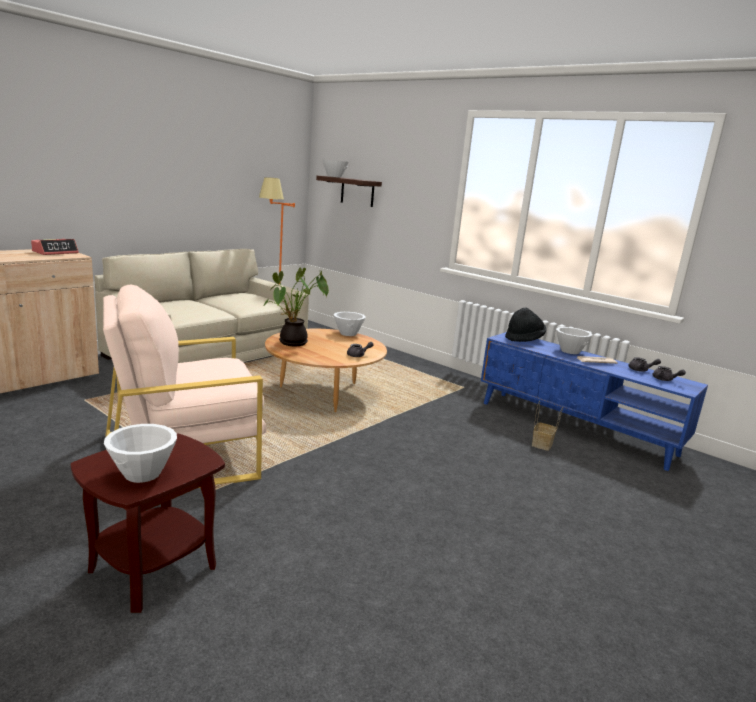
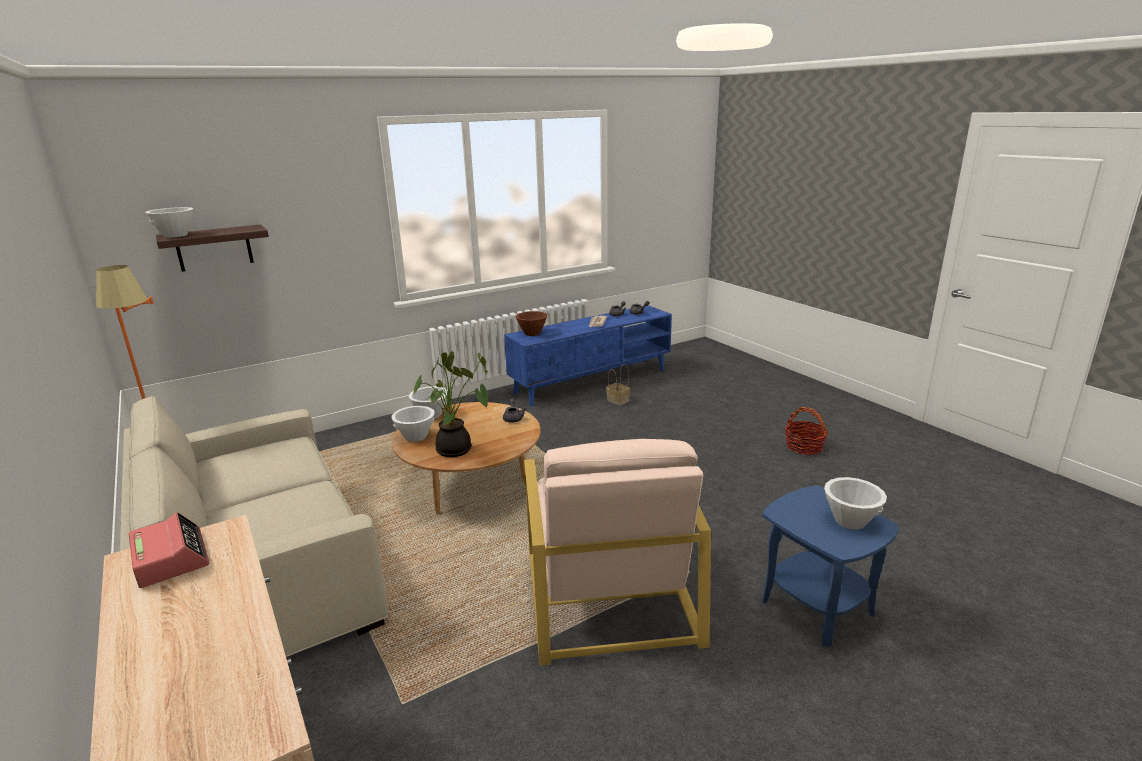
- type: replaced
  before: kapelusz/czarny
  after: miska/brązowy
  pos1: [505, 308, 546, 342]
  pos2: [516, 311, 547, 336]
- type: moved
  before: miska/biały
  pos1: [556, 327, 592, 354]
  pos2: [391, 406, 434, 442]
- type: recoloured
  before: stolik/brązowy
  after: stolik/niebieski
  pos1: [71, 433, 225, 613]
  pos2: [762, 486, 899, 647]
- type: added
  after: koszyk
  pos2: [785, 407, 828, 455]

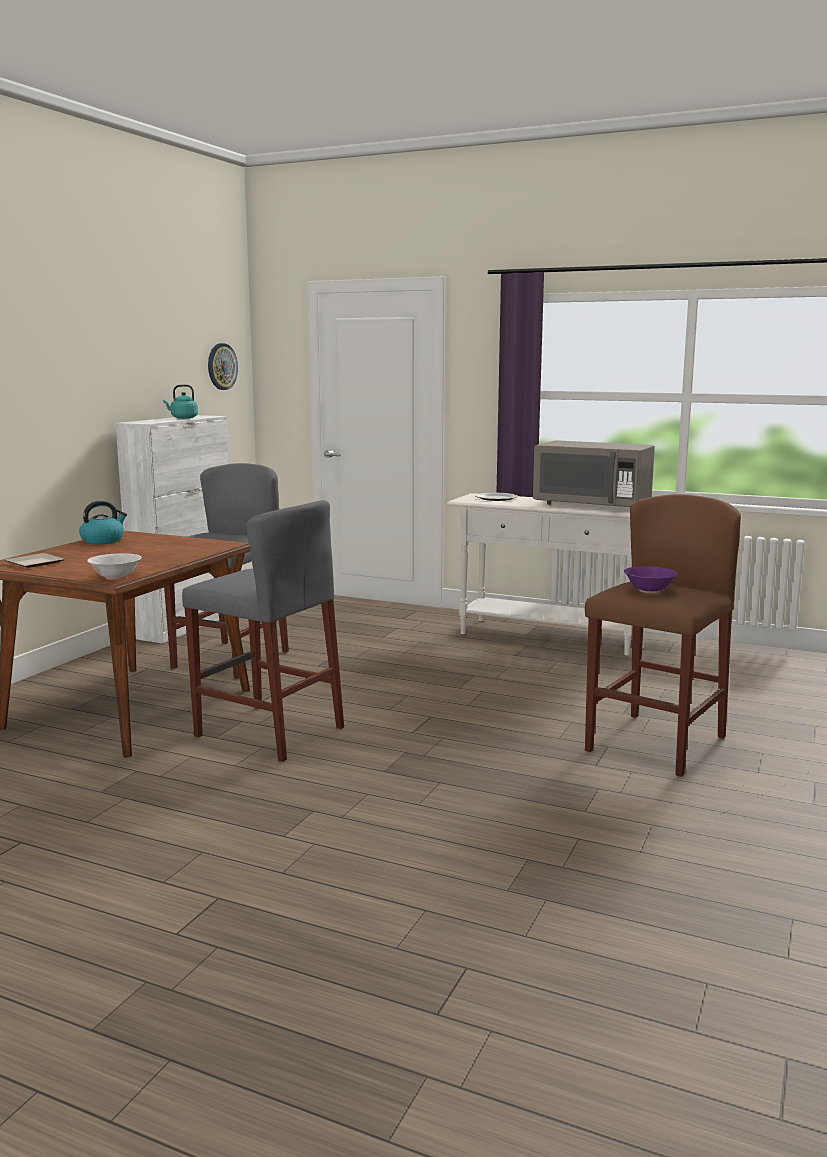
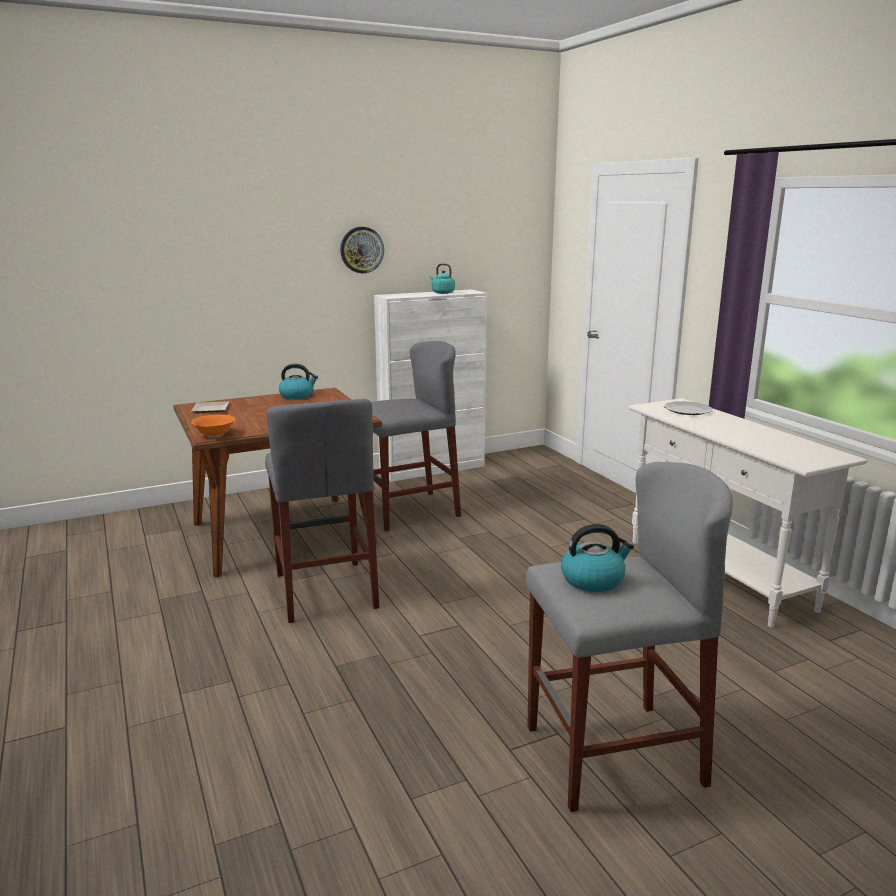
- type: moved
  before: zegar ścienny
  pos1: [208, 343, 238, 390]
  pos2: [340, 227, 384, 273]
- type: removed
  before: mikrofalówka/szary
  pos1: [533, 440, 655, 507]
- type: recoloured
  before: stołek/brązowy
  after: stołek/szary
  pos1: [585, 494, 741, 777]
  pos2: [526, 462, 733, 812]
- type: recoloured
  before: miska/biały
  after: miska/pomarańczowy
  pos1: [87, 553, 142, 580]
  pos2: [191, 414, 235, 438]
- type: replaced
  before: miska/fioletowy
  after: czajnik
  pos1: [624, 566, 678, 593]
  pos2: [561, 524, 634, 592]

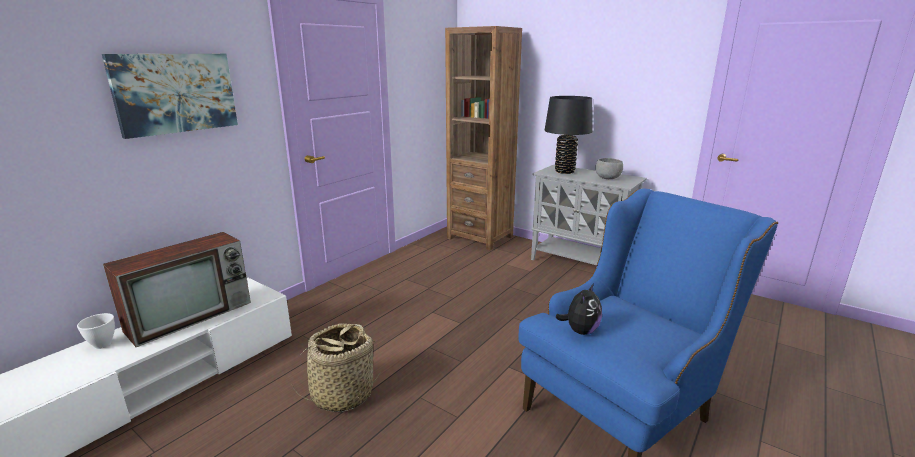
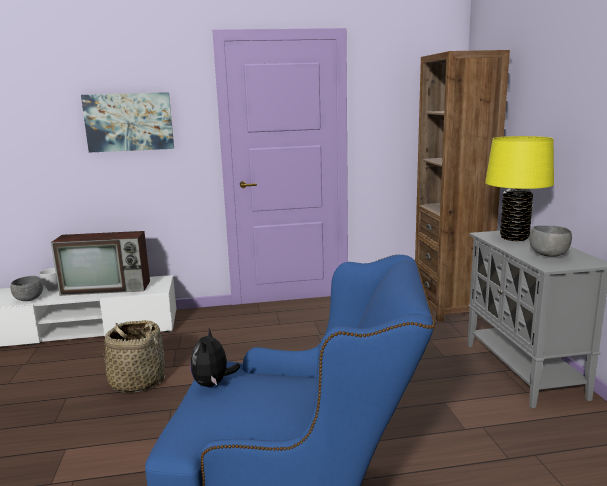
- type: recoloured
  before: lampa stołowa/czarny
  after: lampa stołowa/żółty
  pos1: [545, 96, 592, 174]
  pos2: [485, 136, 554, 241]
- type: turned
  before: pluszak
  pos1: [555, 283, 602, 335]
  pos2: [190, 328, 240, 387]
  turn: 105
- type: added
  after: miska/szary
  pos2: [10, 276, 43, 301]

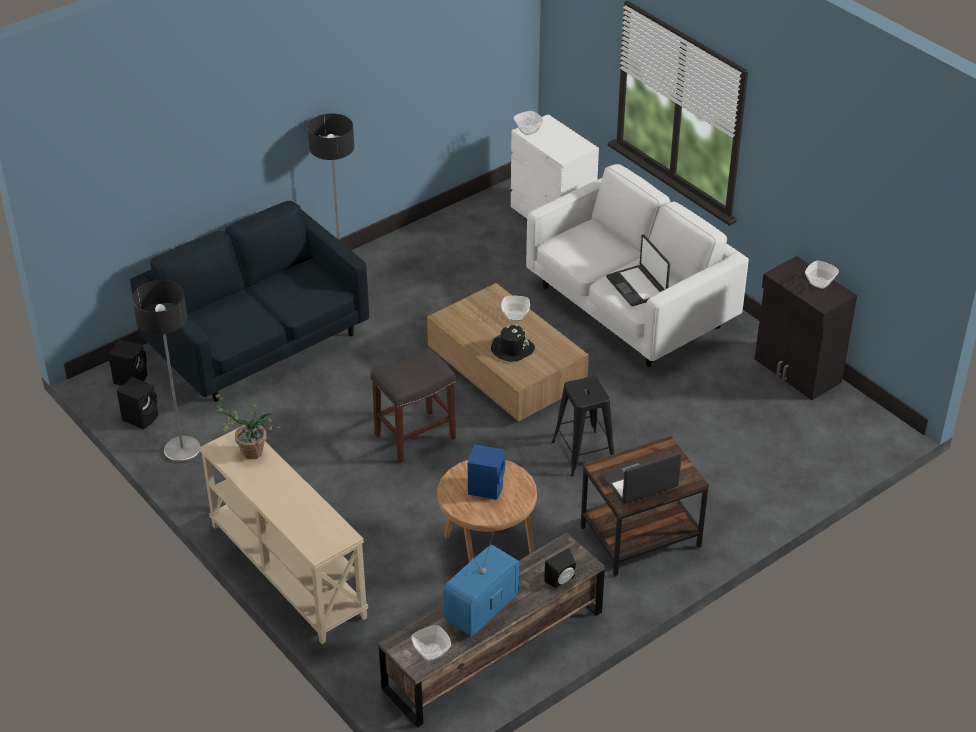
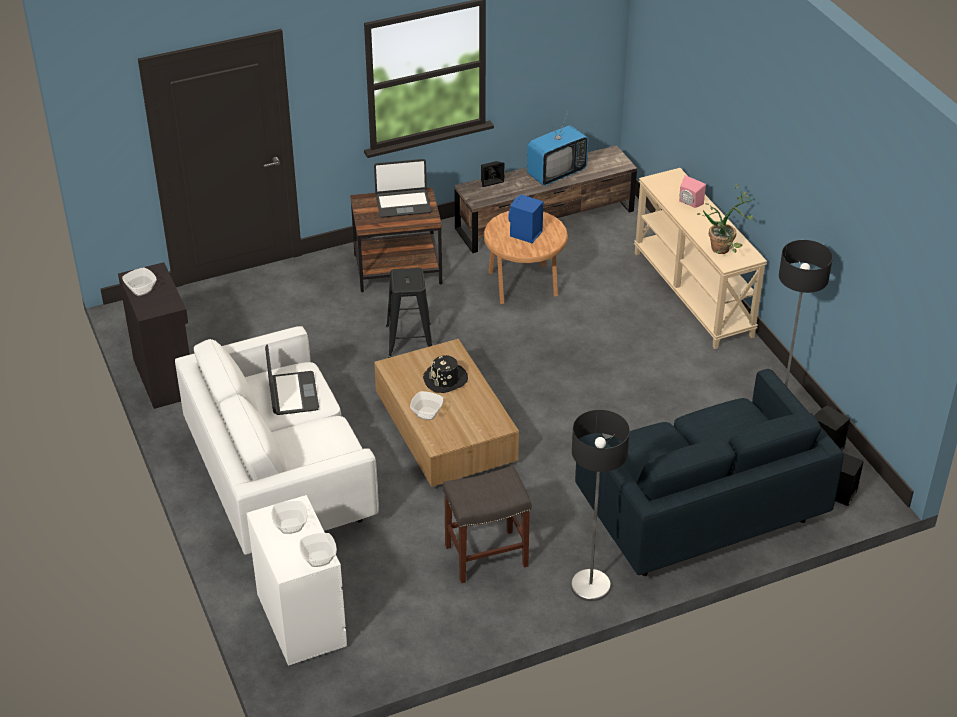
- type: moved
  before: stołek/szary
  pos1: [370, 348, 456, 463]
  pos2: [443, 466, 531, 583]
- type: moved
  before: miska
  pos1: [411, 625, 451, 661]
  pos2: [272, 501, 307, 534]
- type: added
  after: głośnik/różowy
  pos2: [679, 175, 706, 208]

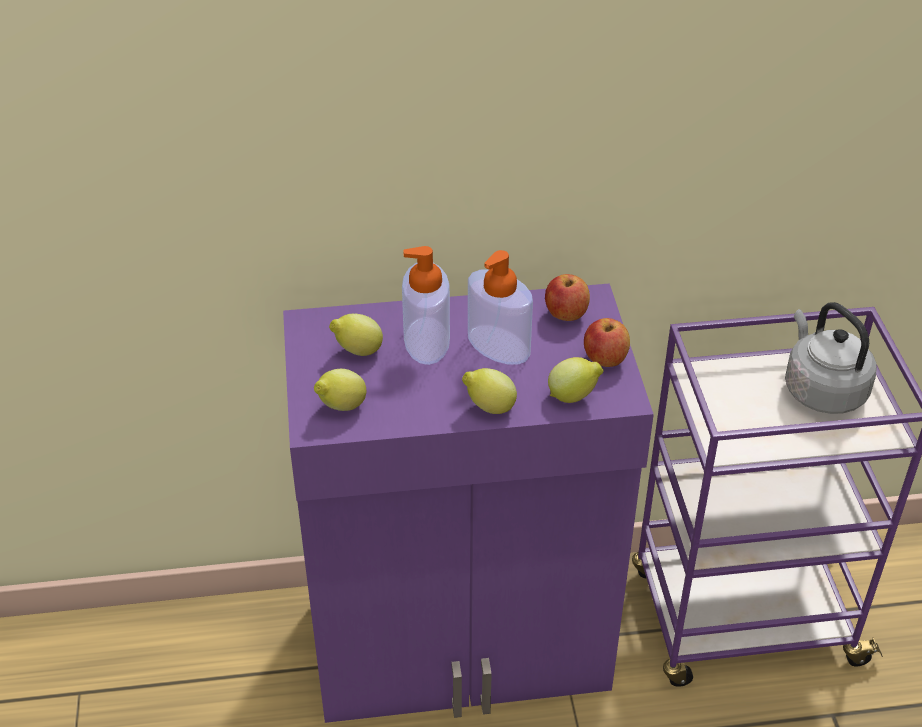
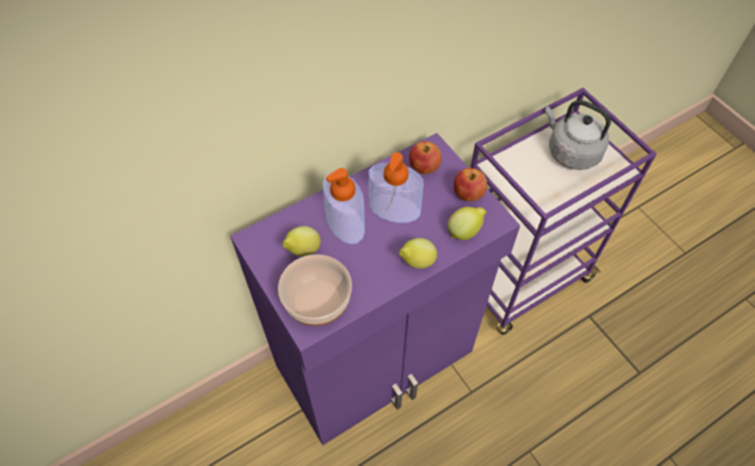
- type: replaced
  before: cytryna
  after: miska
  pos1: [314, 369, 366, 411]
  pos2: [278, 254, 352, 326]

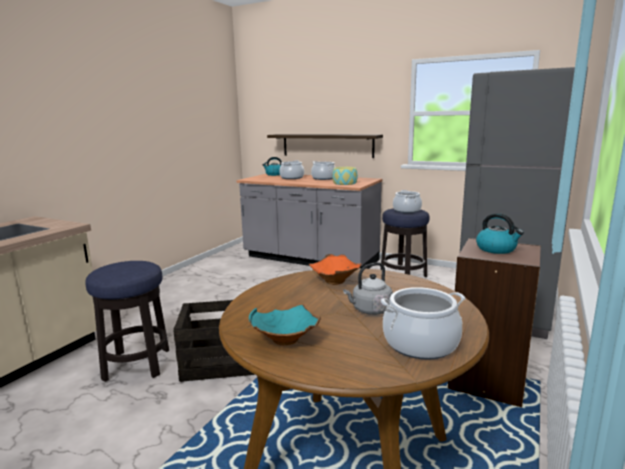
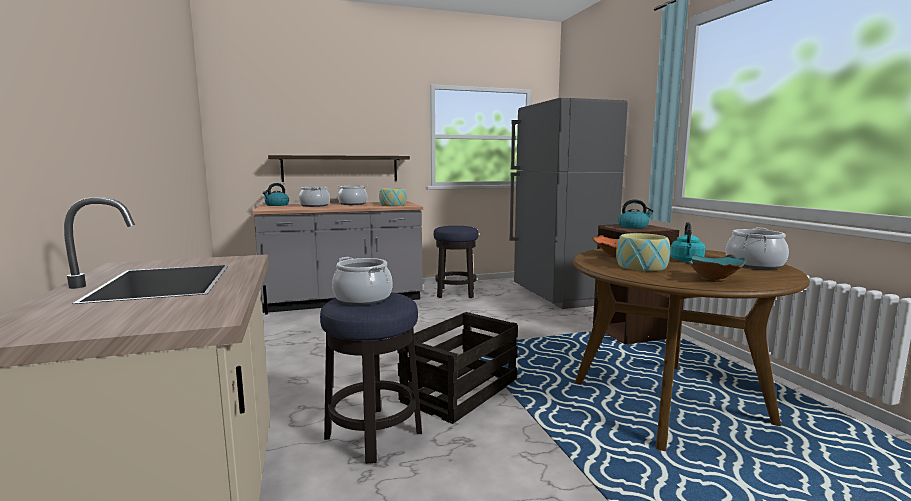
- type: moved
  before: garnek
  pos1: [393, 190, 422, 213]
  pos2: [332, 257, 392, 305]
- type: recoloured
  before: czajnik/szary
  after: czajnik/turkusowy
  pos1: [343, 262, 393, 315]
  pos2: [670, 222, 705, 262]
- type: added
  after: miska
  pos2: [616, 233, 670, 271]

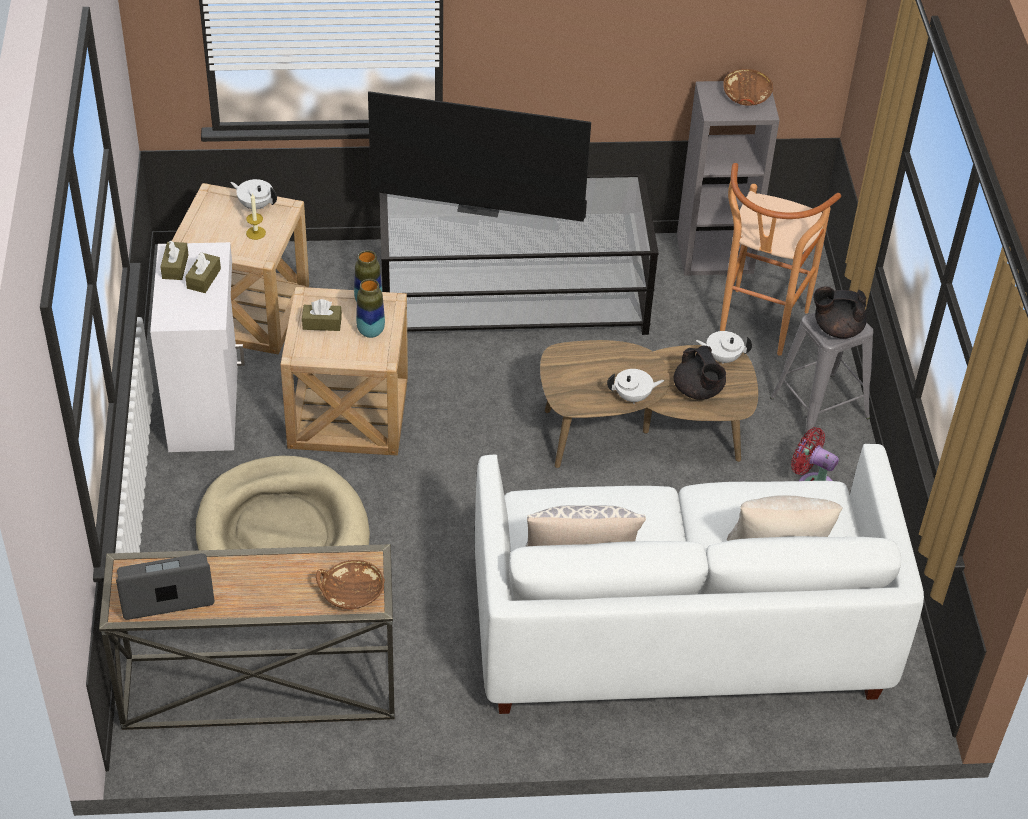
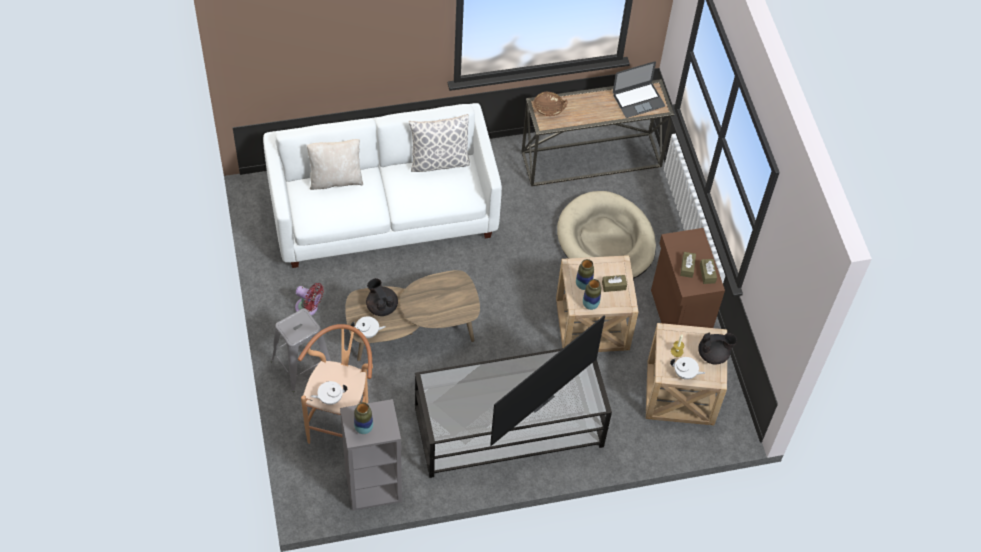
- type: replaced
  before: miska/brązowy
  after: wazon
  pos1: [723, 69, 773, 106]
  pos2: [354, 402, 373, 434]
- type: turned
  before: telewizor
  pos1: [368, 91, 591, 222]
  pos2: [490, 315, 605, 446]
  turn: 135
- type: recoloured
  before: szafka/biały
  after: szafka/brązowy
  pos1: [150, 242, 245, 452]
  pos2: [651, 228, 725, 328]
- type: moved
  before: imbryk/czarny
  pos1: [813, 287, 867, 339]
  pos2: [698, 333, 737, 365]
- type: moved
  before: imbryk/biały
  pos1: [607, 369, 664, 404]
  pos2: [311, 381, 347, 405]

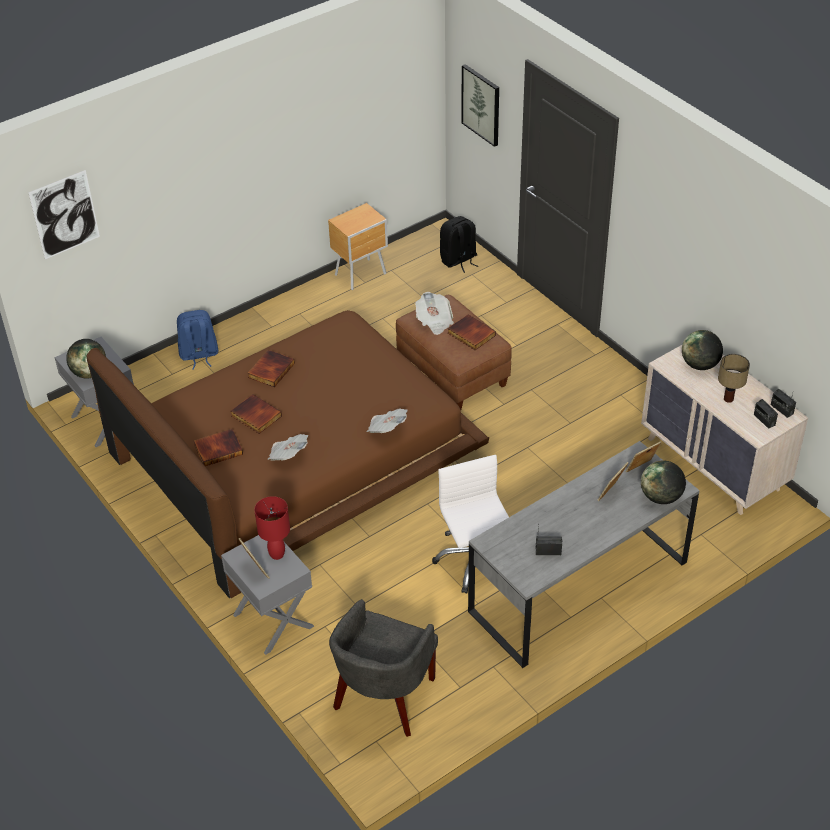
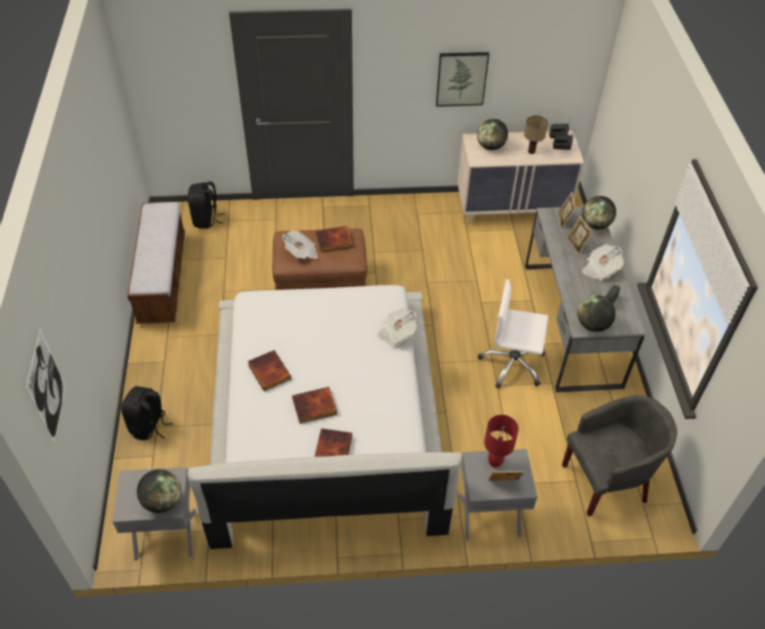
- type: moved
  before: obraz
  pos1: [461, 64, 499, 147]
  pos2: [436, 52, 489, 107]
- type: replaced
  before: szafka nocna/brązowy
  after: ławka
  pos1: [328, 203, 388, 290]
  pos2: [127, 202, 185, 324]
- type: recoloured
  before: łóżko/brązowy
  after: łóżko/biały
  pos1: [87, 310, 489, 599]
  pos2: [187, 285, 462, 549]
- type: recoloured
  before: plecak/niebieski
  after: plecak/czarny
  pos1: [177, 310, 218, 370]
  pos2: [121, 386, 173, 440]
- type: moved
  before: gazeta
  pos1: [267, 434, 308, 461]
  pos2: [582, 244, 624, 281]
- type: turned
  before: fotel/szary
  pos1: [329, 599, 438, 737]
  pos2: [562, 395, 677, 516]
  turn: -75
- type: added
  after: globus
  pos2: [578, 295, 616, 332]

